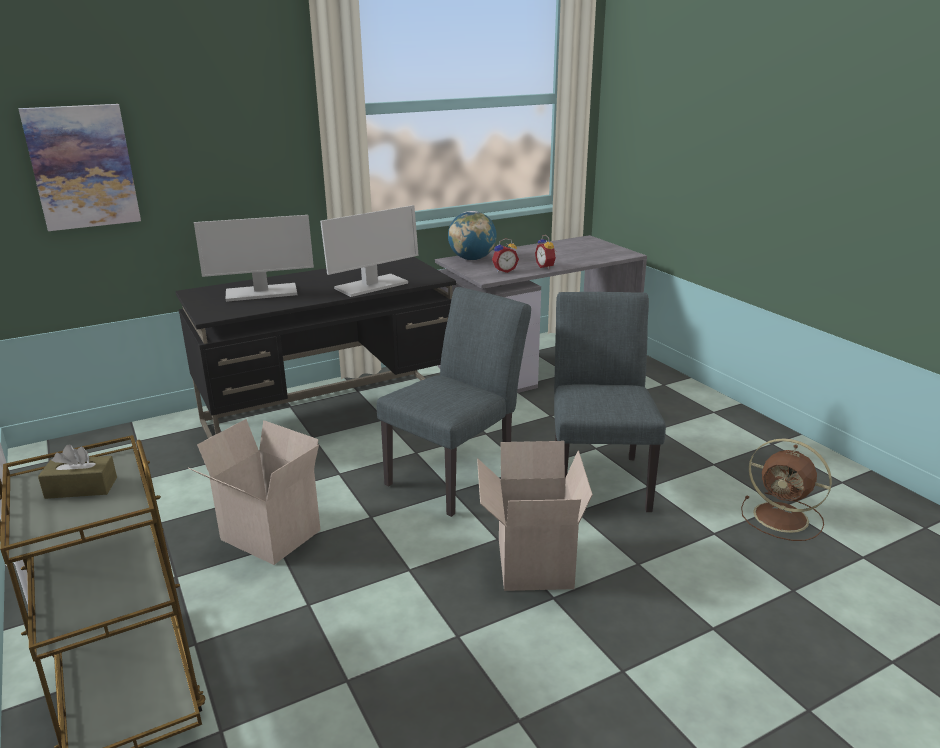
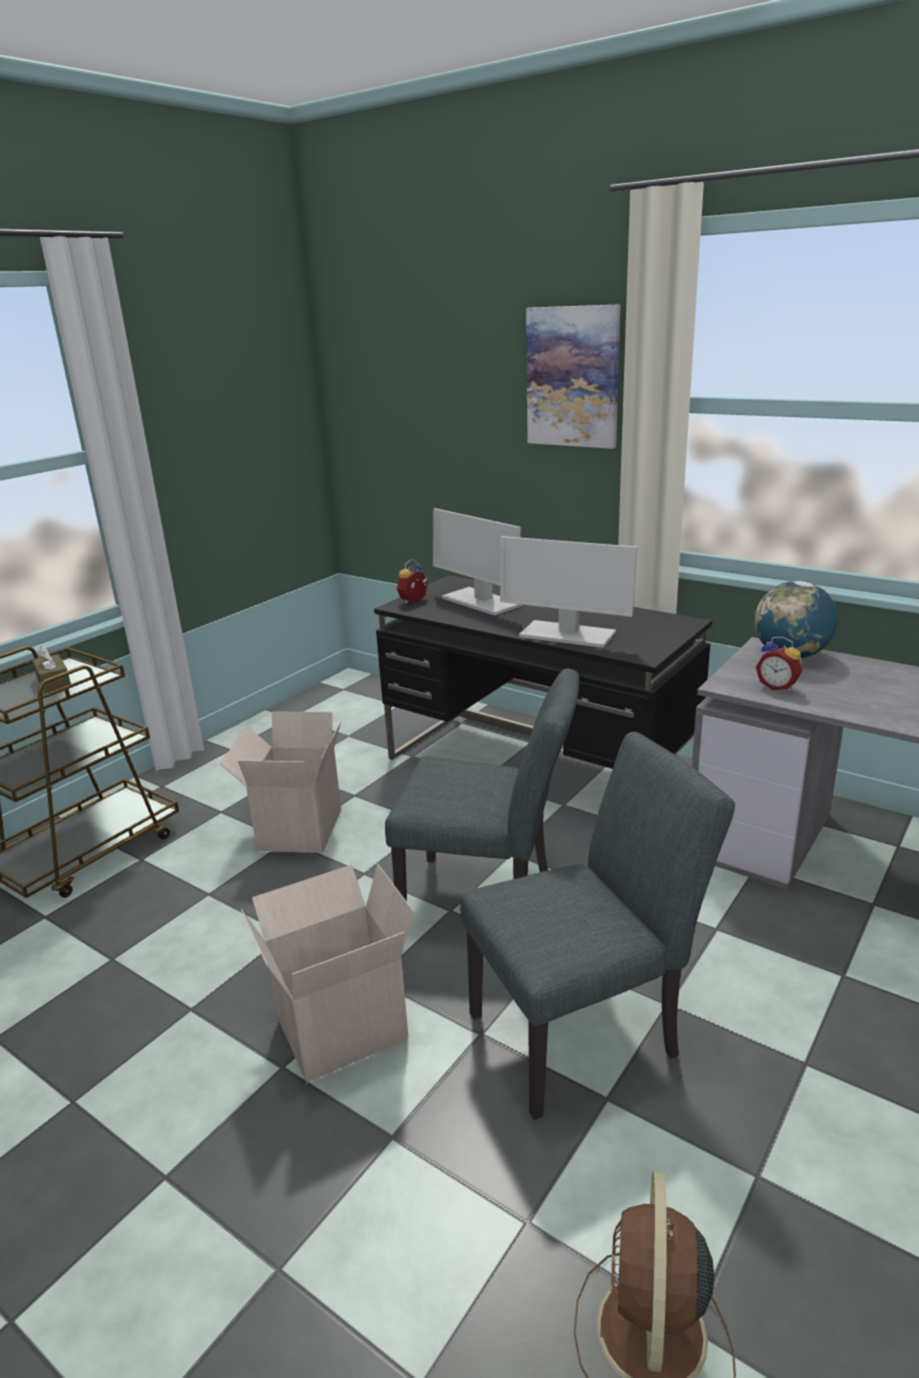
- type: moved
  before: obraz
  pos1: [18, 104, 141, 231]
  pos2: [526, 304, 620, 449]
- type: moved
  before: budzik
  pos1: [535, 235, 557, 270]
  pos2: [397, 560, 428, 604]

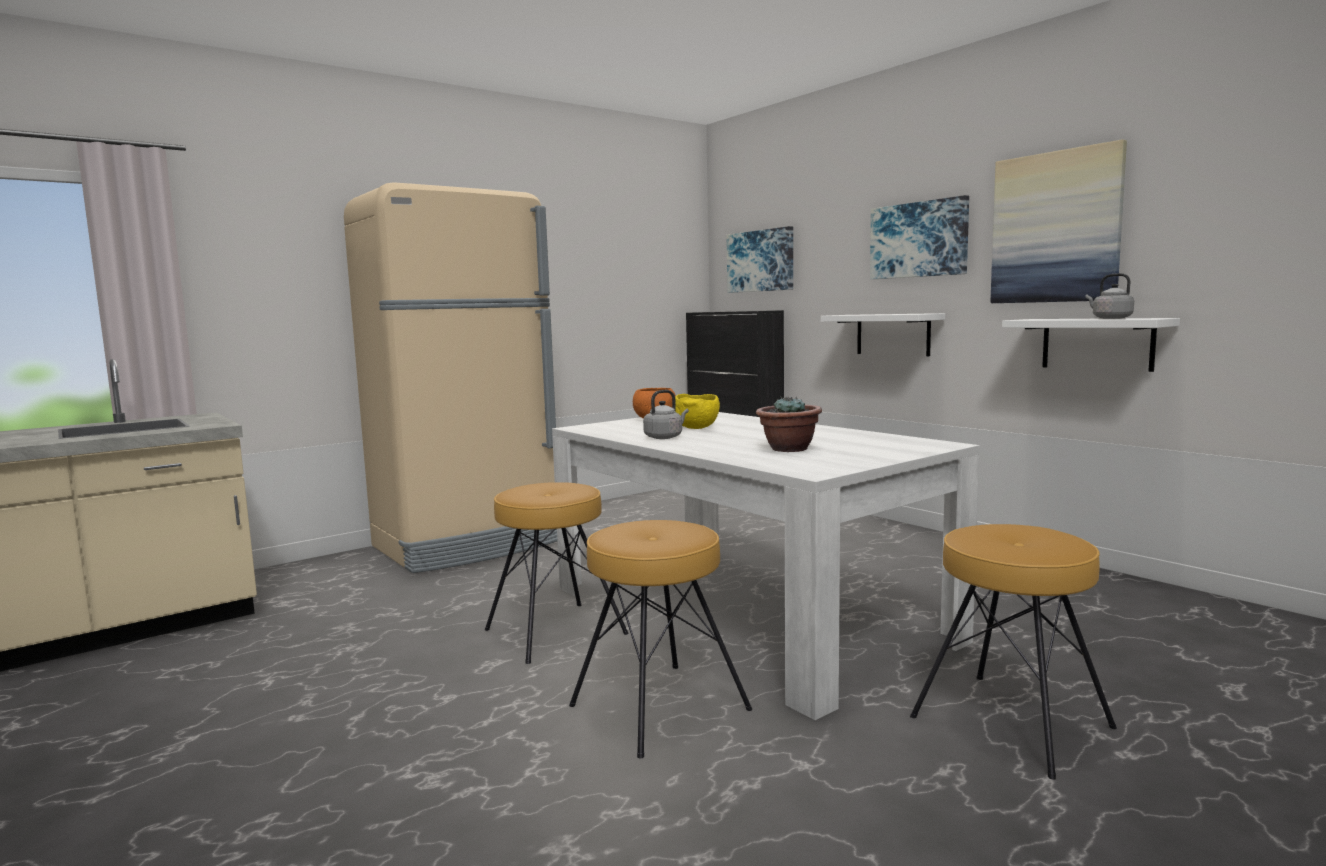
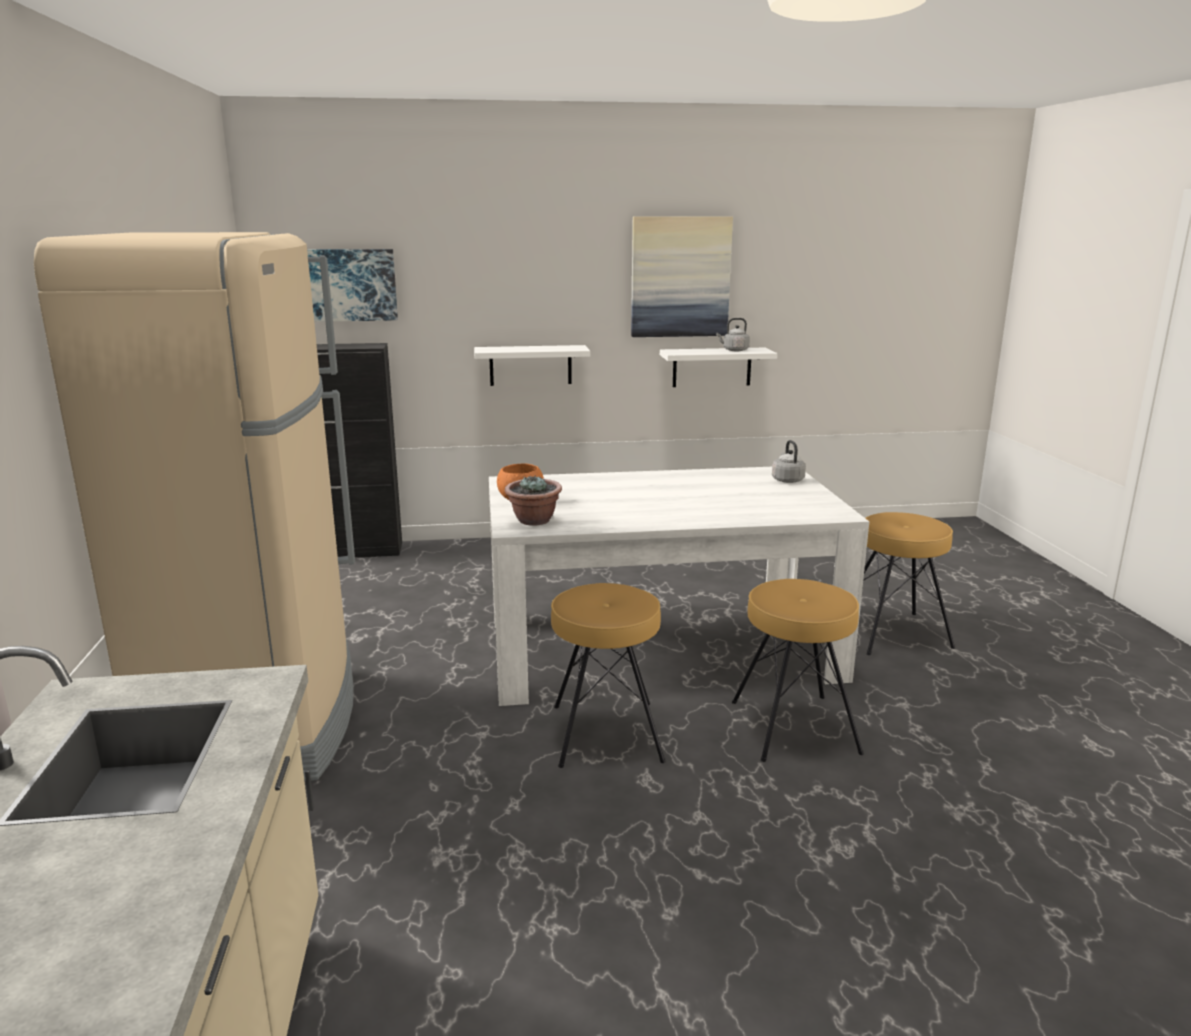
- type: removed
  before: obraz
  pos1: [870, 195, 969, 279]
- type: moved
  before: czajnik/szary
  pos1: [643, 390, 689, 439]
  pos2: [772, 440, 806, 483]
- type: removed
  before: miska/żółty
  pos1: [675, 394, 720, 429]
- type: moved
  before: roślina doniczkowa
  pos1: [756, 396, 822, 452]
  pos2: [505, 476, 562, 526]

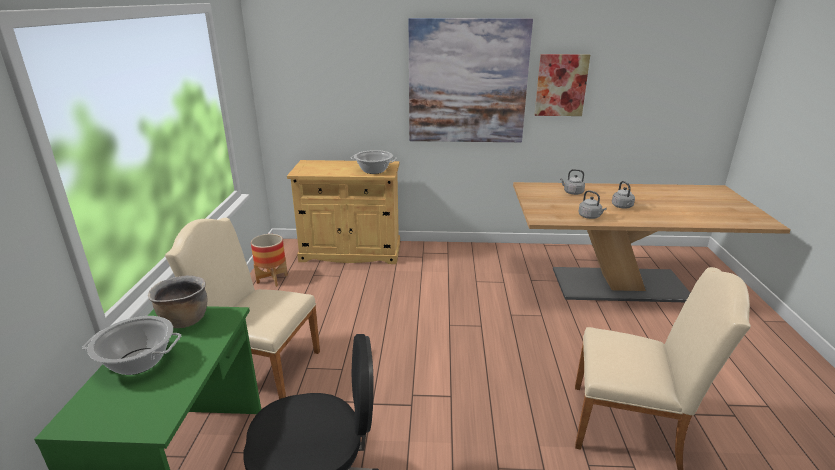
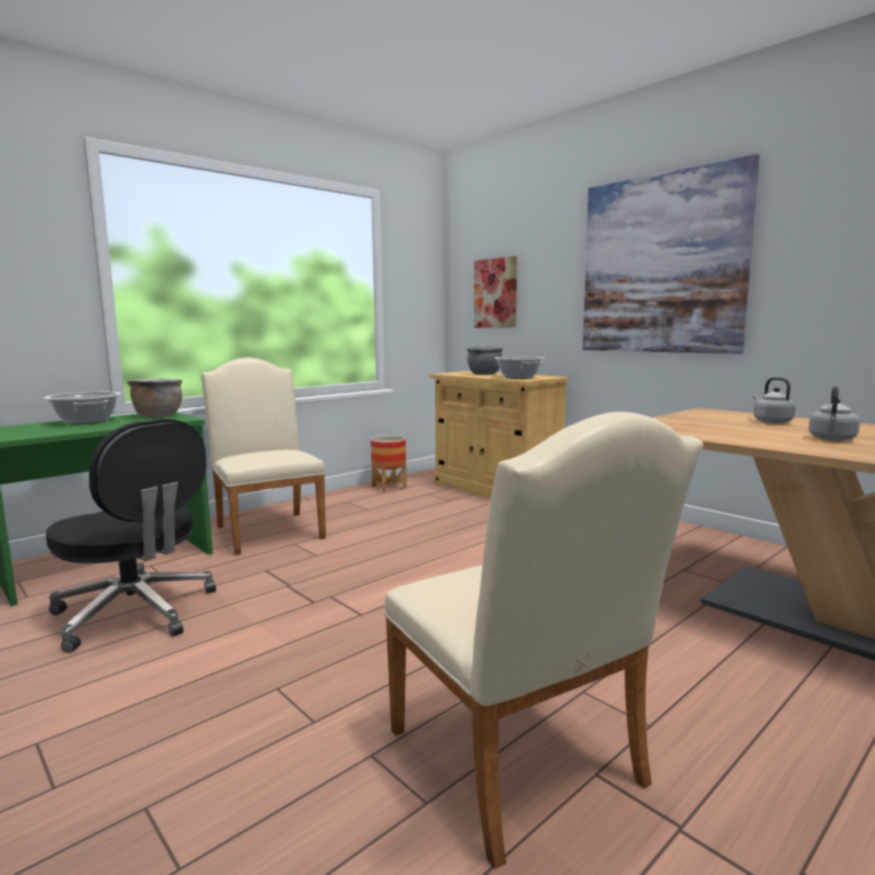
- type: moved
  before: obraz
  pos1: [535, 54, 590, 116]
  pos2: [474, 256, 517, 328]
- type: removed
  before: czajnik/szary
  pos1: [578, 190, 607, 219]
- type: added
  after: garnek/szary
  pos2: [467, 346, 503, 375]

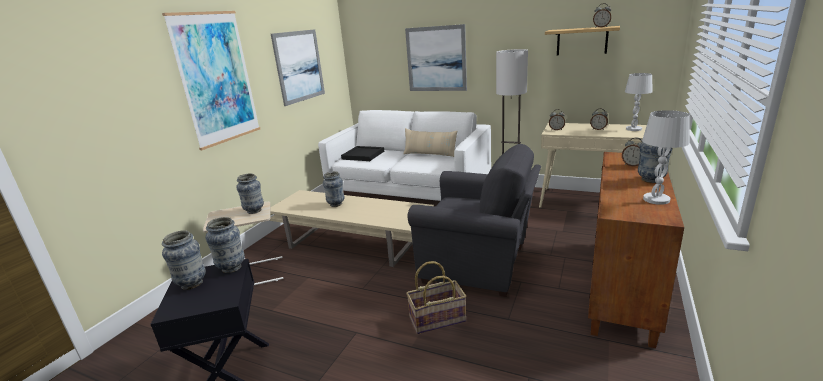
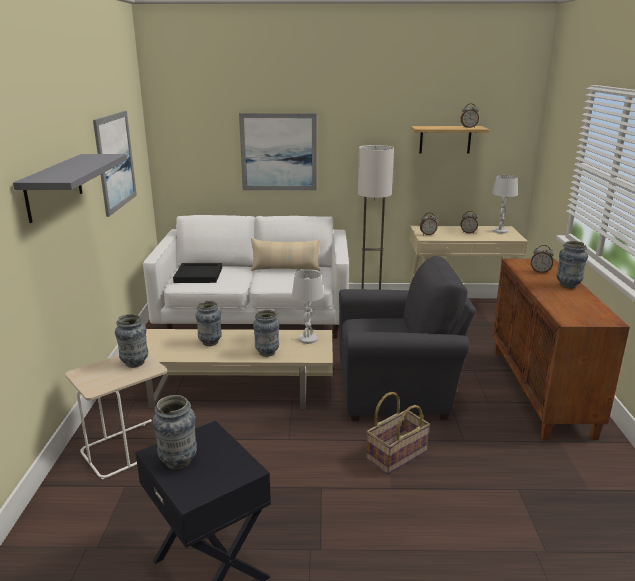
- type: replaced
  before: obraz
  after: półka/szary
  pos1: [162, 11, 260, 150]
  pos2: [13, 154, 127, 223]
- type: moved
  before: lampa stołowa/biały
  pos1: [642, 110, 690, 205]
  pos2: [292, 270, 324, 344]
- type: moved
  before: wazon
  pos1: [205, 217, 245, 273]
  pos2: [253, 310, 280, 357]

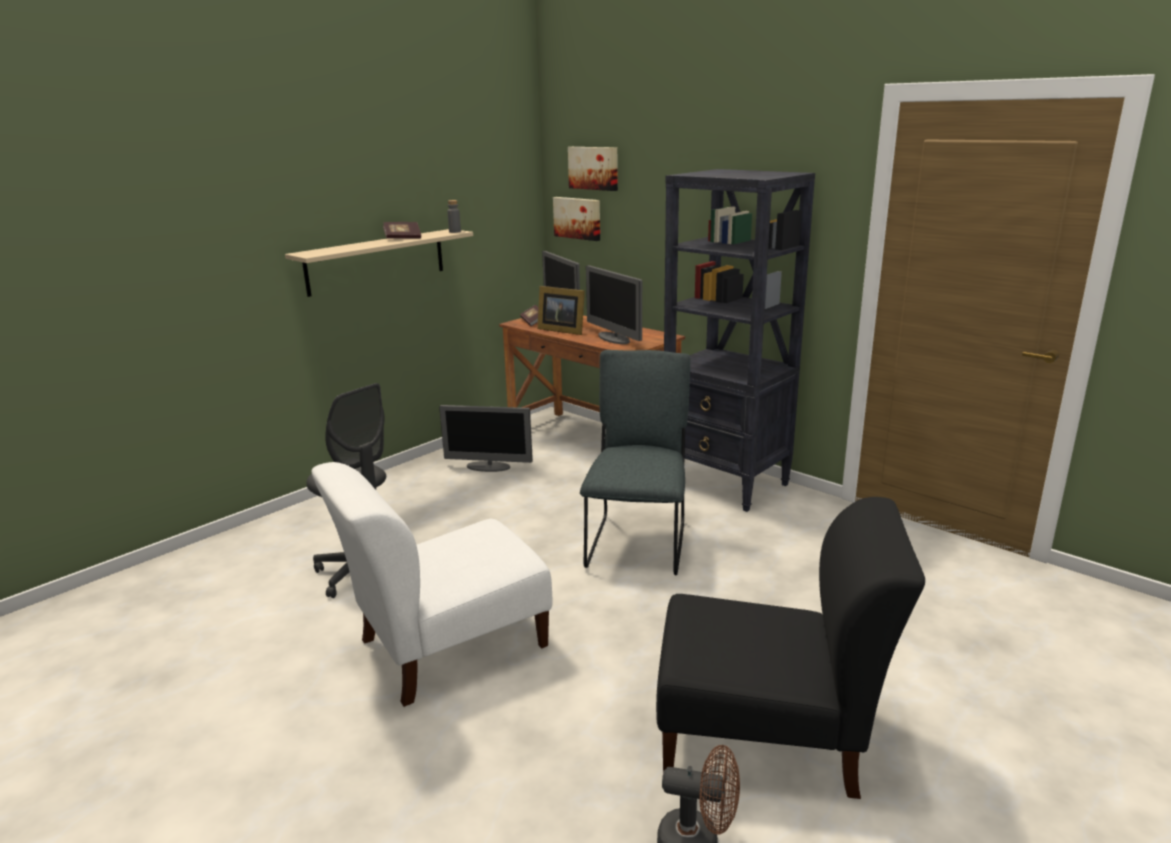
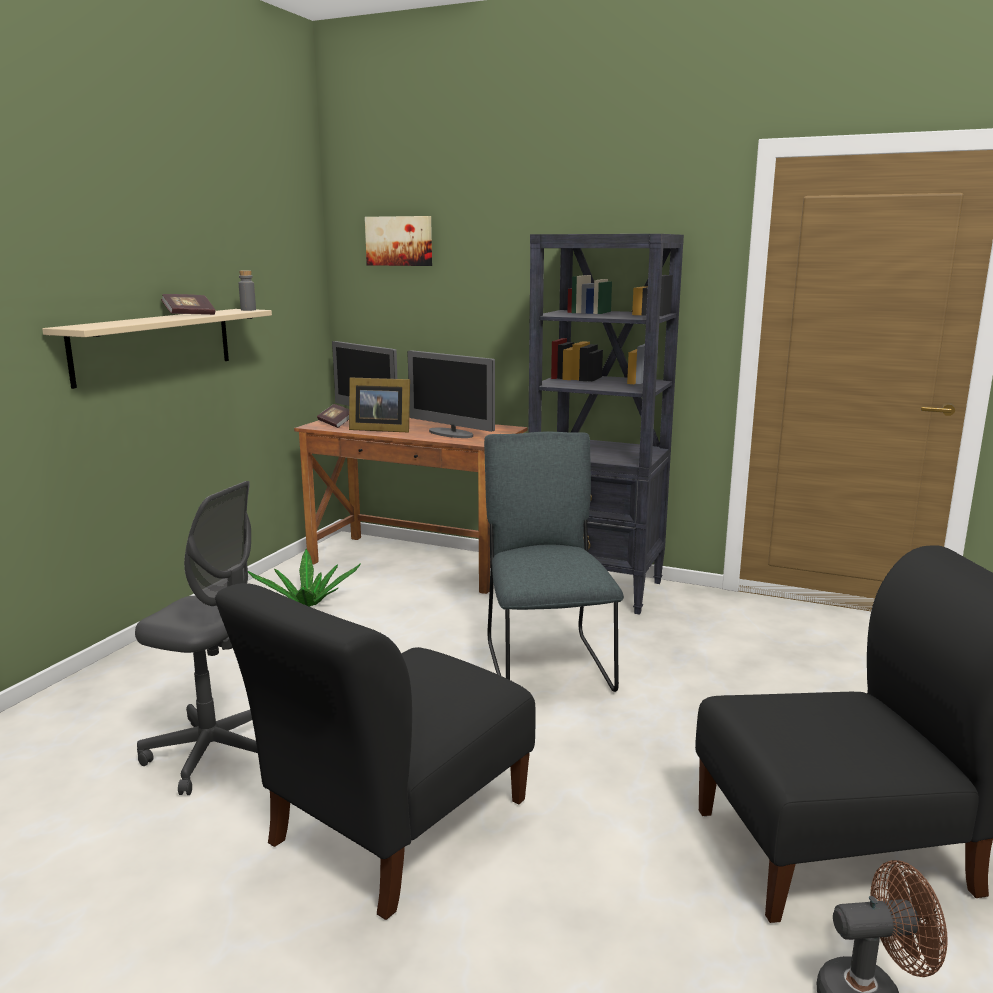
- type: removed
  before: obraz
  pos1: [553, 197, 600, 241]
- type: replaced
  before: monitor
  after: roślina doniczkowa
  pos1: [439, 405, 533, 472]
  pos2: [248, 549, 361, 607]
- type: recoloured
  before: krzesło/biały
  after: krzesło/czarny
  pos1: [312, 462, 553, 707]
  pos2: [215, 583, 536, 920]

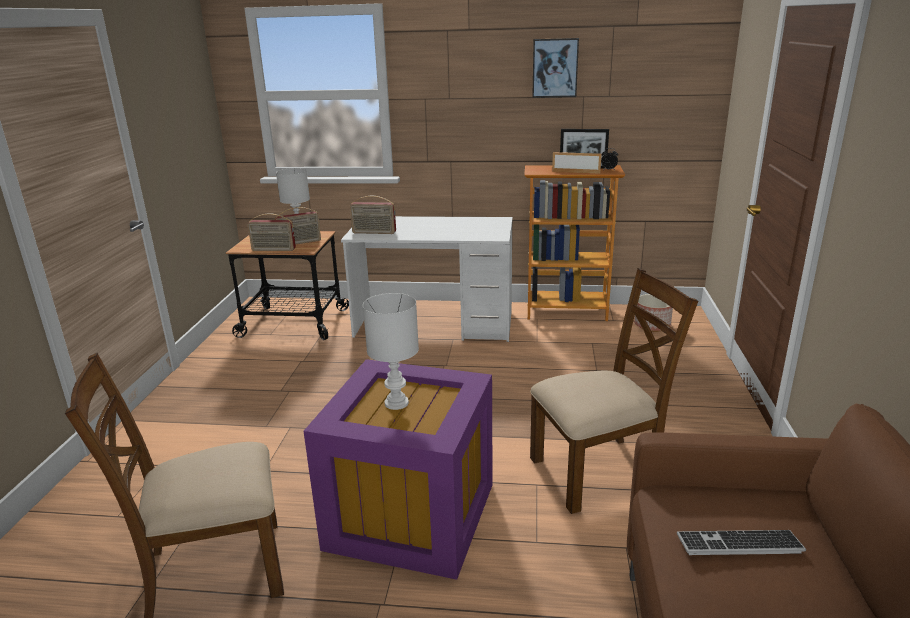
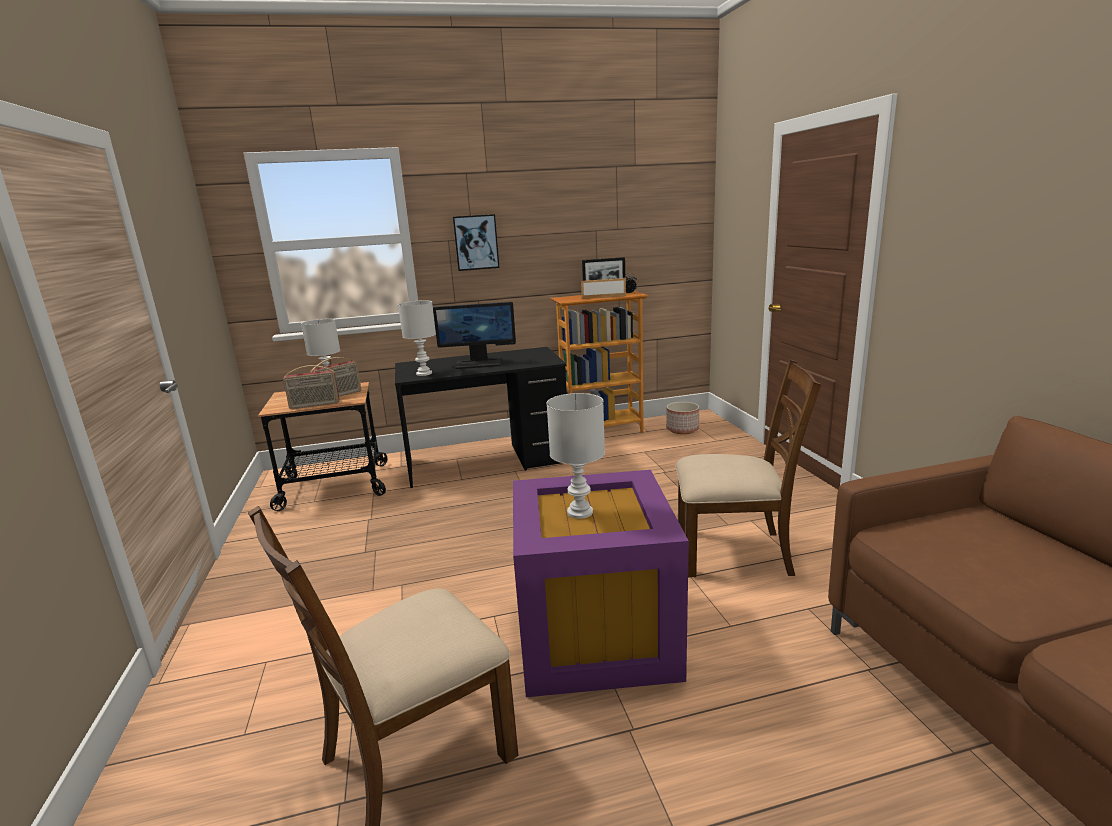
- type: moved
  before: obraz
  pos1: [532, 38, 579, 98]
  pos2: [453, 214, 499, 271]
- type: replaced
  before: radio
  after: lampa stołowa/biały
  pos1: [350, 196, 396, 234]
  pos2: [398, 300, 436, 376]
- type: recoloured
  before: biurko/biały
  after: biurko/czarny
  pos1: [341, 216, 512, 342]
  pos2: [395, 347, 567, 488]
- type: turned
  before: krzesło/brązowy
  pos1: [530, 268, 698, 514]
  pos2: [675, 359, 821, 577]
  turn: 45
- type: removed
  before: klawiatura
  pos1: [677, 530, 806, 555]
- type: added
  after: monitor
  pos2: [433, 302, 516, 369]

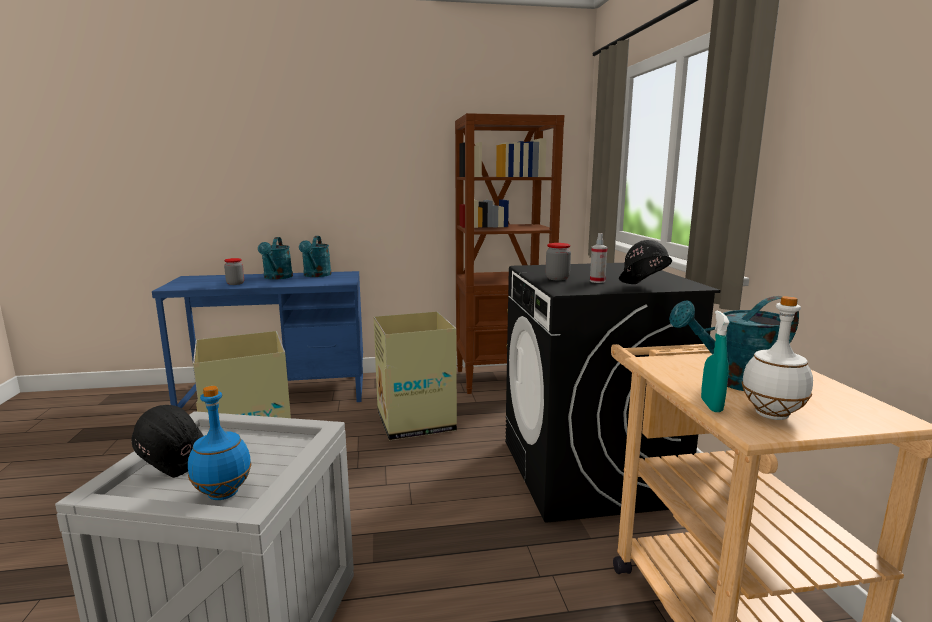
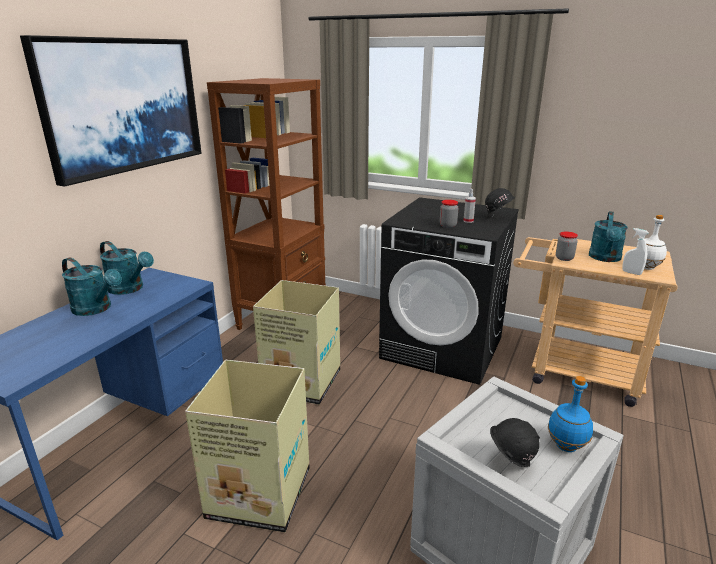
- type: moved
  before: słoik
  pos1: [224, 258, 244, 285]
  pos2: [556, 231, 578, 261]
- type: recoloured
  before: spryskiwacz/turkusowy
  after: spryskiwacz/biały
  pos1: [701, 311, 730, 412]
  pos2: [622, 228, 649, 275]
- type: added
  after: obraz
  pos2: [20, 35, 202, 187]

